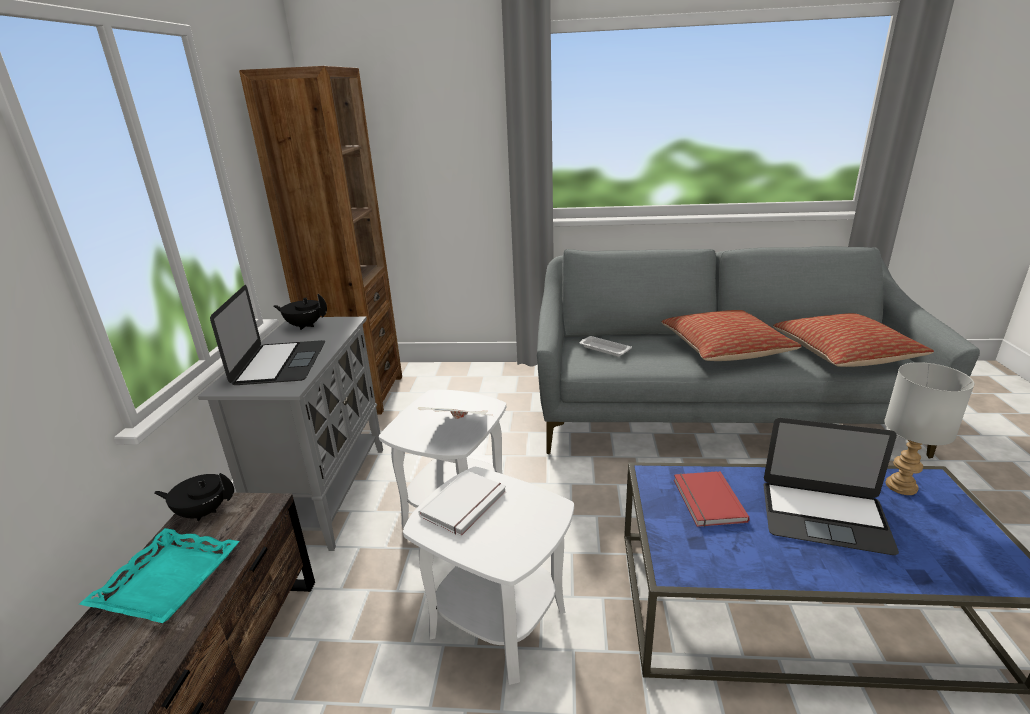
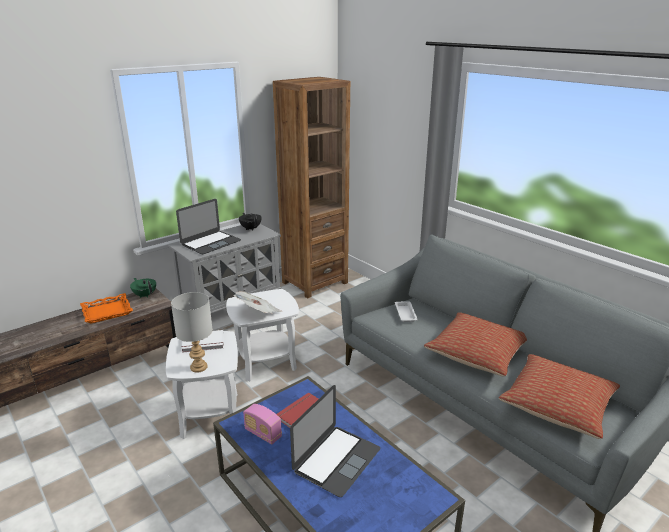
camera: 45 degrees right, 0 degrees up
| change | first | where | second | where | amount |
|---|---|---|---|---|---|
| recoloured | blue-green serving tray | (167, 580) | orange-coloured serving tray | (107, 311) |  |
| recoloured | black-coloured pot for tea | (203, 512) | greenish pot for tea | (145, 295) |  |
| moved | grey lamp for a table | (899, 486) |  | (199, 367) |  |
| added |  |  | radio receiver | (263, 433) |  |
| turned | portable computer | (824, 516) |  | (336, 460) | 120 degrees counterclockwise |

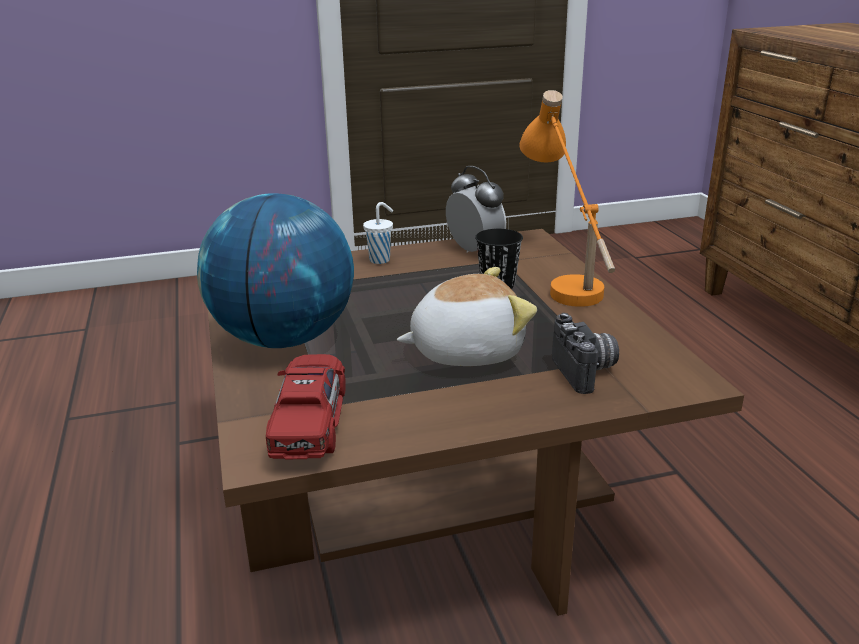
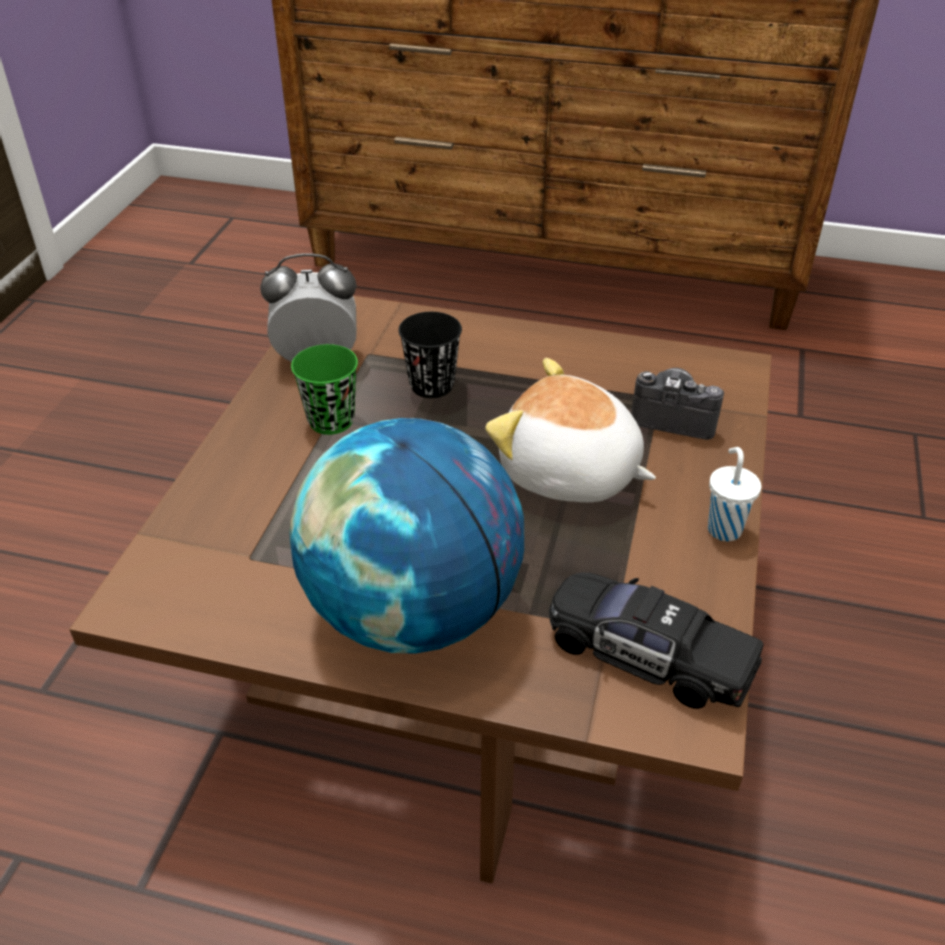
camera: 60 degrees left, 15 degrees up
| change | first | where | second | where | amount |
|---|---|---|---|---|---|
| added |  |  | greenish small cup | (331, 421) |  |
| turned | cuddly toy | (465, 350) |  | (569, 473) | 75 degrees counterclockwise |
| recoloured | red model car | (309, 424) | black-coloured model car | (647, 655) |  |
| moved | white small cup | (381, 260) |  | (723, 528) |  |
| removed | orange-coloured lamp for a table | (564, 279) |  |  |  |

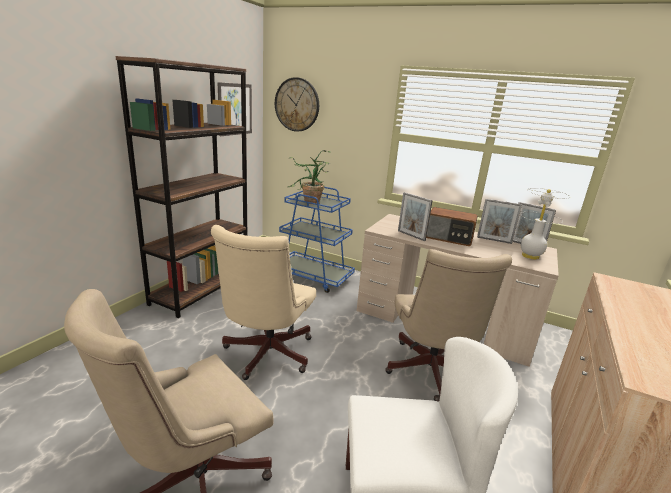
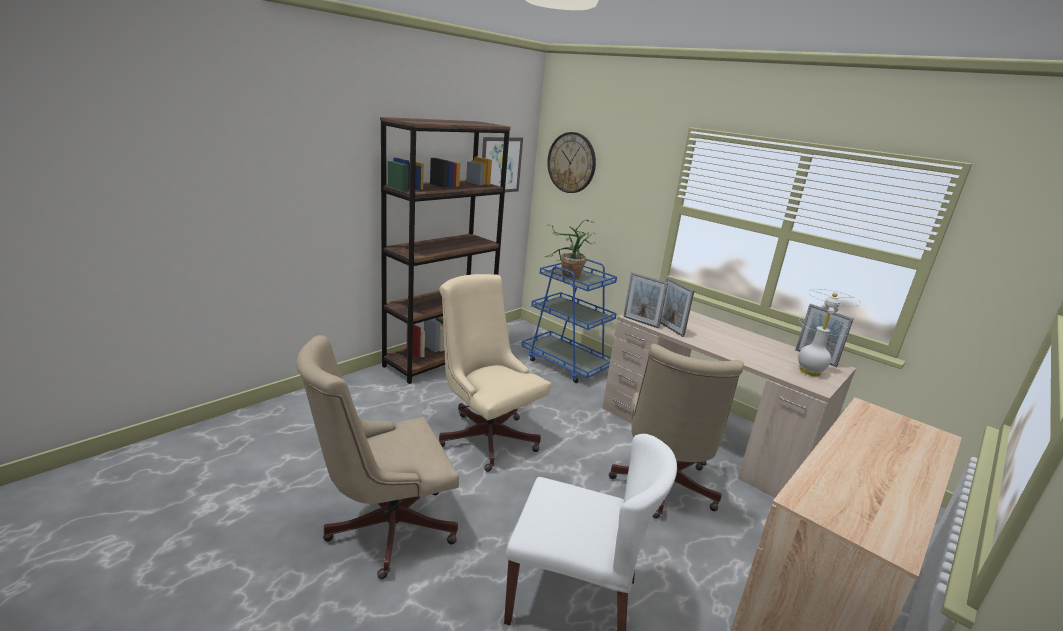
camera: 15 degrees right, 0 degrees up
| change | first | where | second | where | amount |
|---|---|---|---|---|---|
| turned | beige-coloured desk chair | (265, 355) |  | (485, 435) | 105 degrees clockwise |
| moved | picture frame | (494, 240) |  | (640, 322) |  |
| removed | radio receiver | (448, 238) |  |  |  |

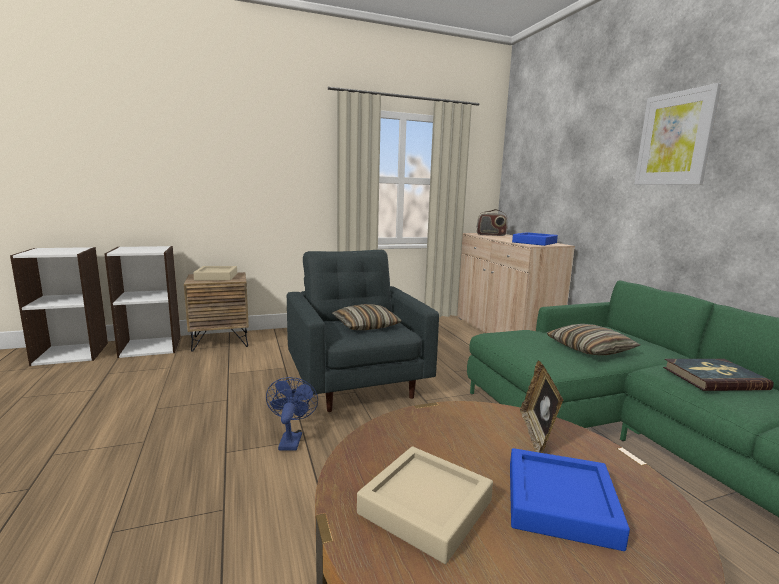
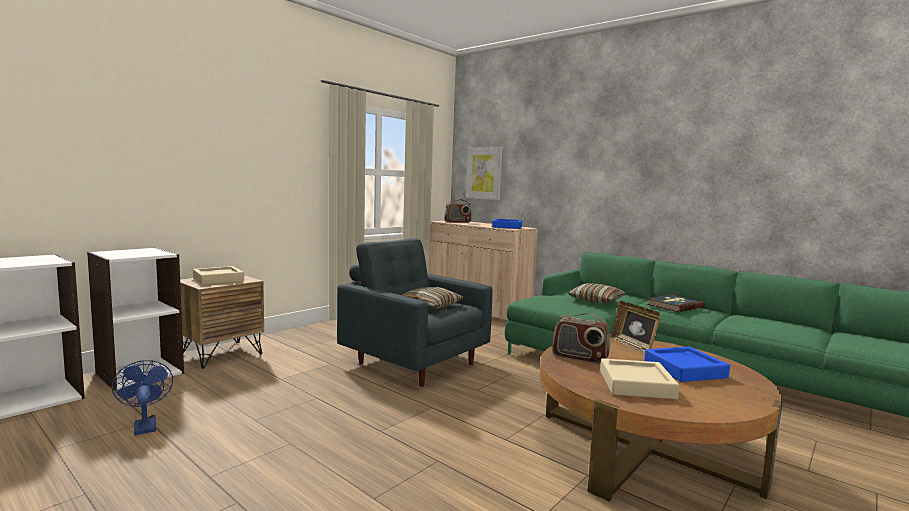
camera: 30 degrees left, 5 degrees down
| change | first | where | second | where | amount |
|---|---|---|---|---|---|
| moved | bluish fan | (291, 439) |  | (144, 425) |  |
| moved | picture | (675, 139) |  | (484, 173) |  |
| added |  |  | radio receiver | (579, 358) |  |

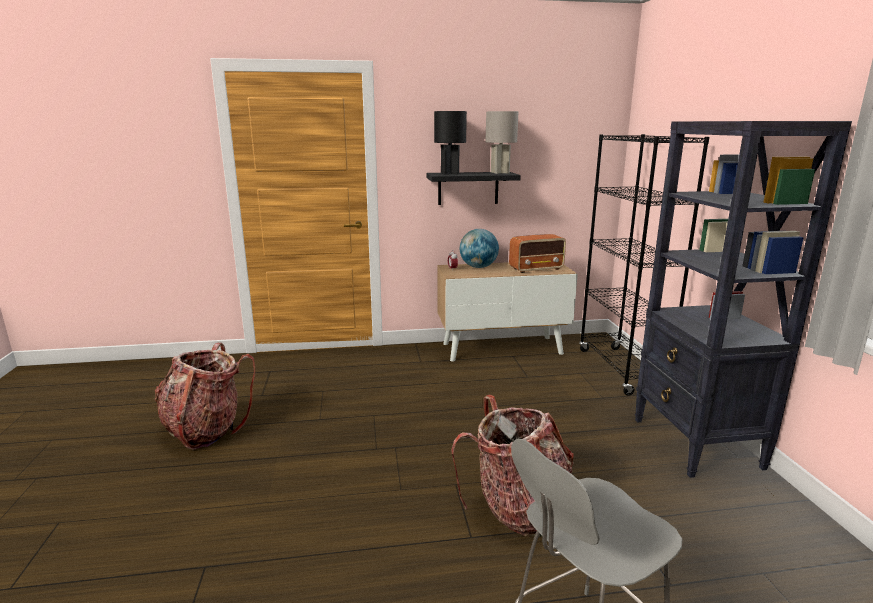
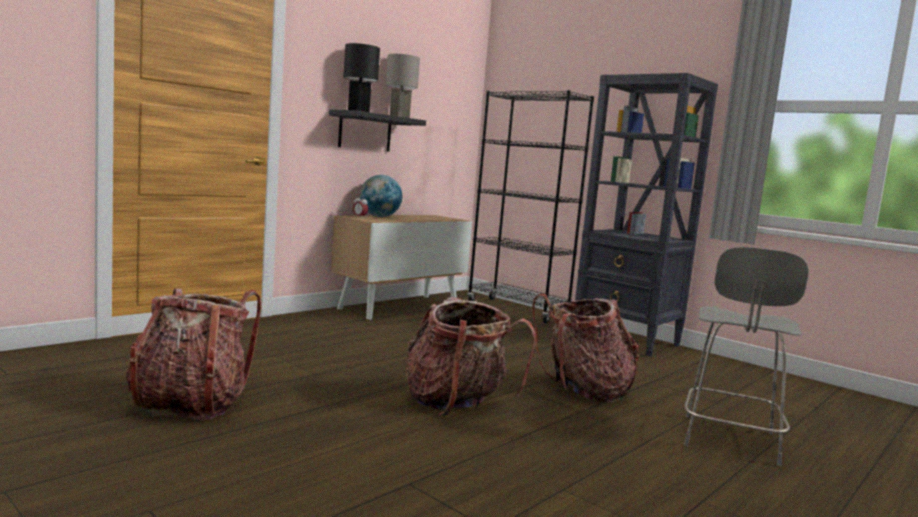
camera: 40 degrees left, 10 degrees down
| change | first | where | second | where | amount |
|---|---|---|---|---|---|
| added |  |  | backpack | (457, 404) |  |
| removed | radio receiver | (536, 269) |  |  |  |

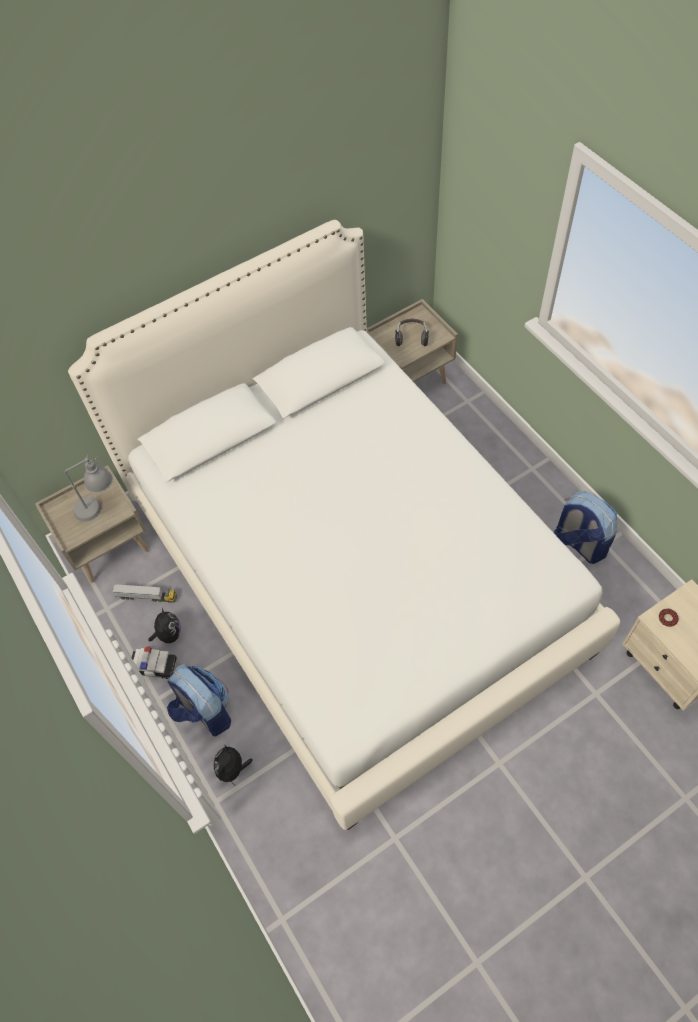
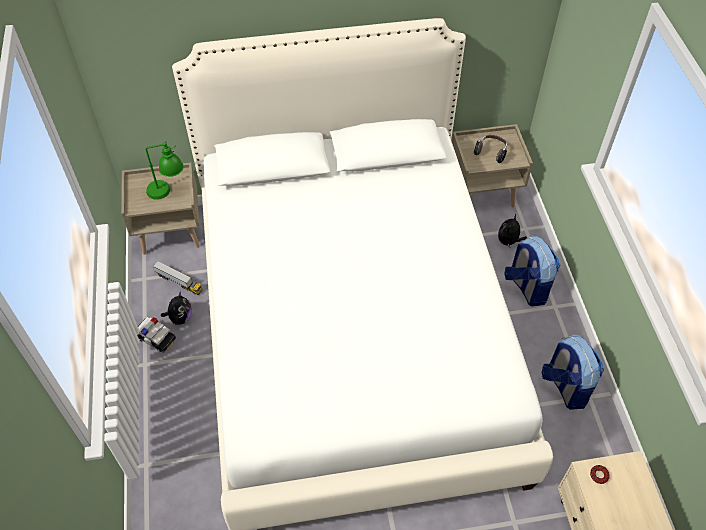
camera: 20 degrees right, 5 degrees down
| change | first | where | second | where | amount |
|---|---|---|---|---|---|
| recoloured | grey lamp for a table | (99, 506) | greenish lamp for a table | (168, 192) |  |
| moved | cuddly toy | (233, 769) |  | (508, 241) |  |
| moved | backpack | (204, 711) |  | (526, 287) |  |

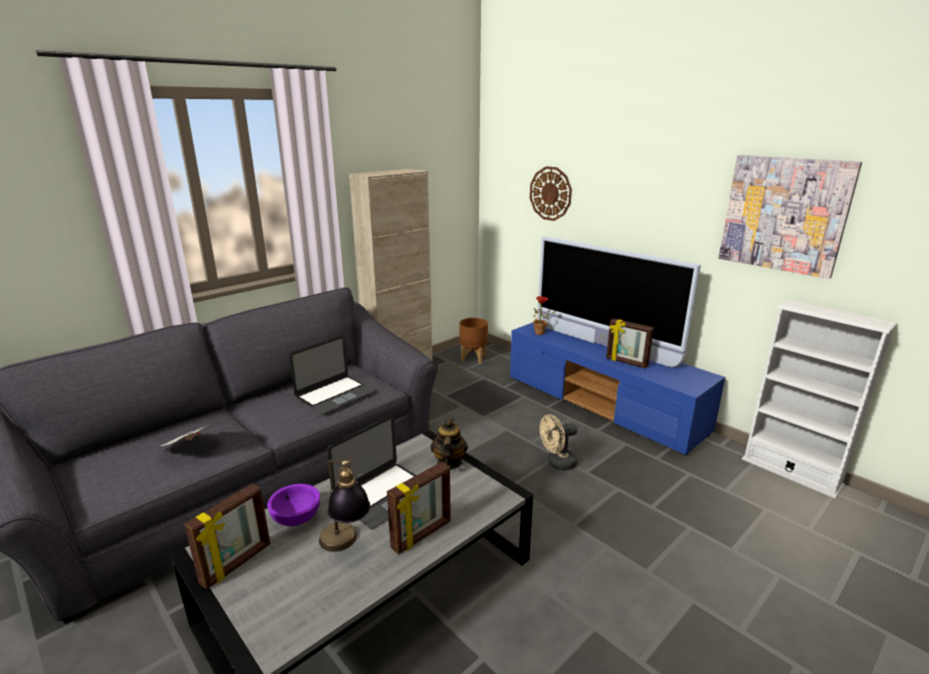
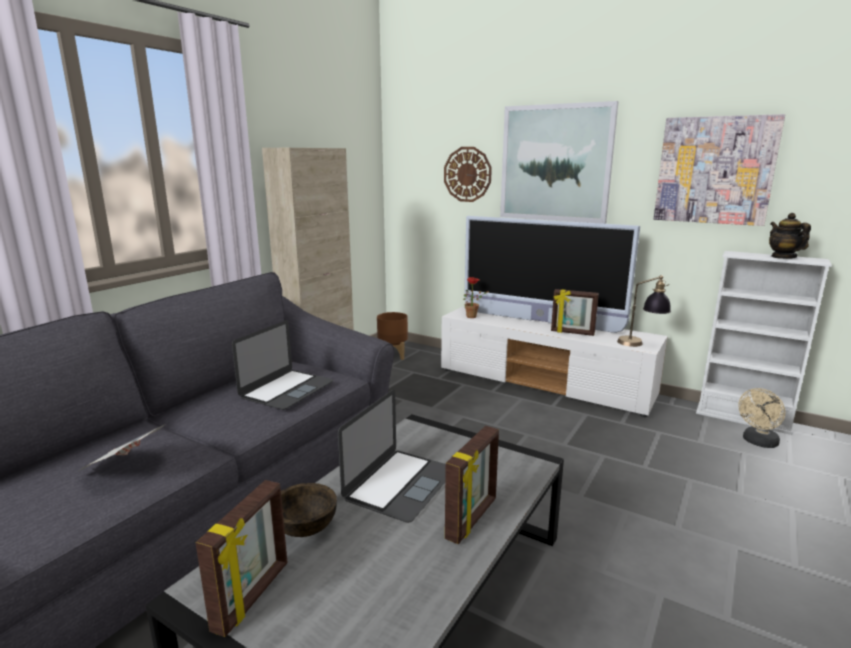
camera: 15 degrees left, 5 degrees down
| change | first | where | second | where | amount |
|---|---|---|---|---|---|
| recoloured | purple-coloured serving bowl | (296, 517) | brownish serving bowl | (305, 527) |  |
| recoloured | bluish media console | (603, 405) | white media console | (545, 383) |  |
| added |  |  | picture | (555, 163) |  |
| moved | lamp for a table | (346, 547) |  | (640, 344) |  |
| moved | beige-coloured fan | (557, 463) |  | (758, 442) |  |
| moved | pot for tea | (449, 462) |  | (783, 257) |  |

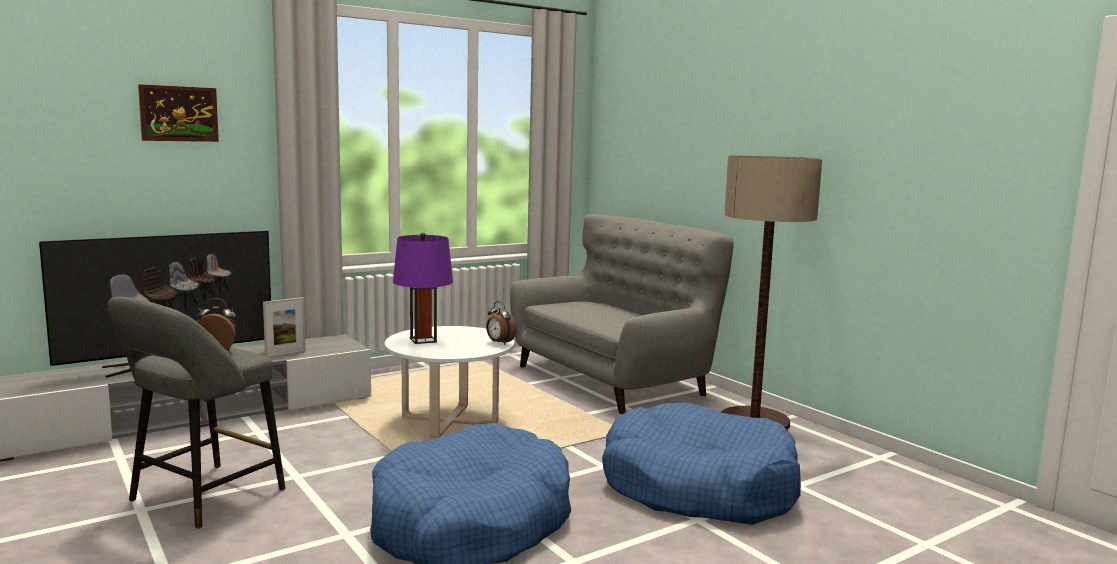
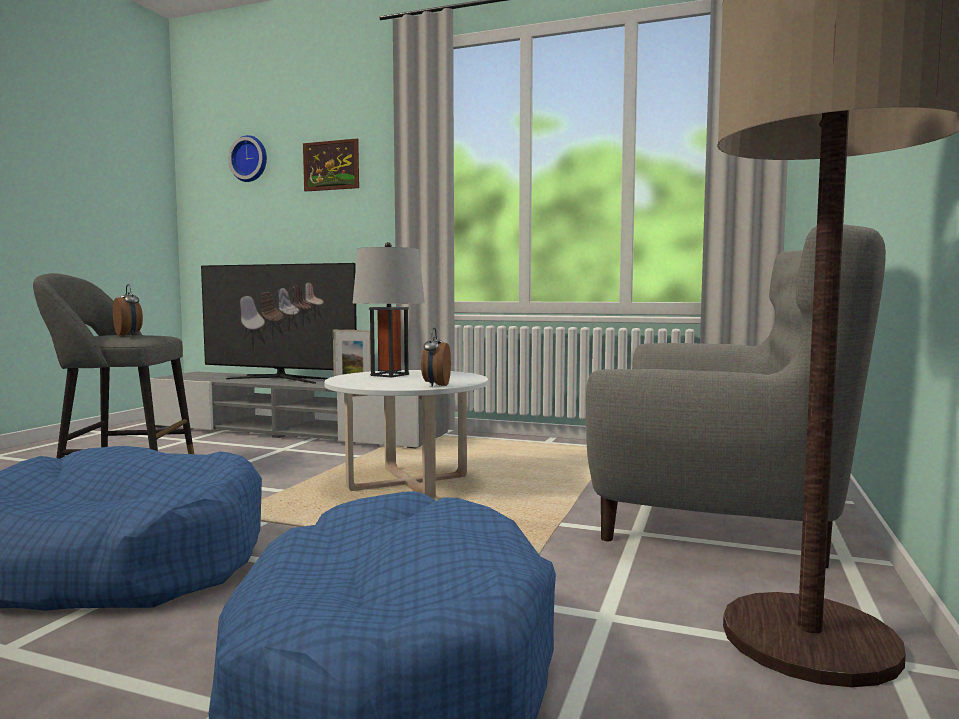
camera: 55 degrees right, 5 degrees down
| change | first | where | second | where | amount |
|---|---|---|---|---|---|
| added |  |  | wall clock | (250, 159) |  |
| recoloured | purple-coloured lamp for a table | (423, 340) | grey lamp for a table | (389, 375) |  |

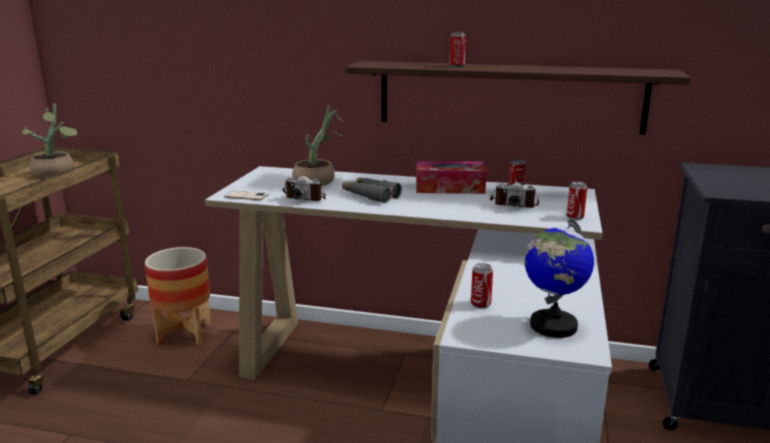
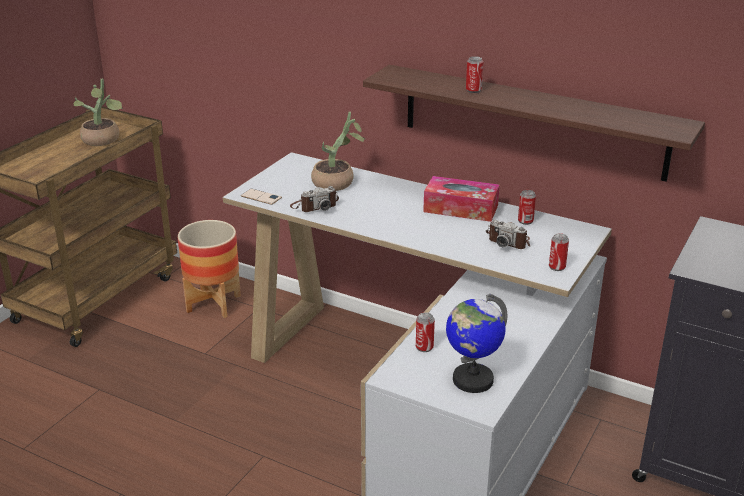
camera: 15 degrees right, 10 degrees up
| change | first | where | second | where | amount |
|---|---|---|---|---|---|
| turned | photo camera | (306, 197) |  | (314, 206) | 60 degrees counterclockwise |
| removed | grey pair of binoculars | (370, 195) |  |  |  |

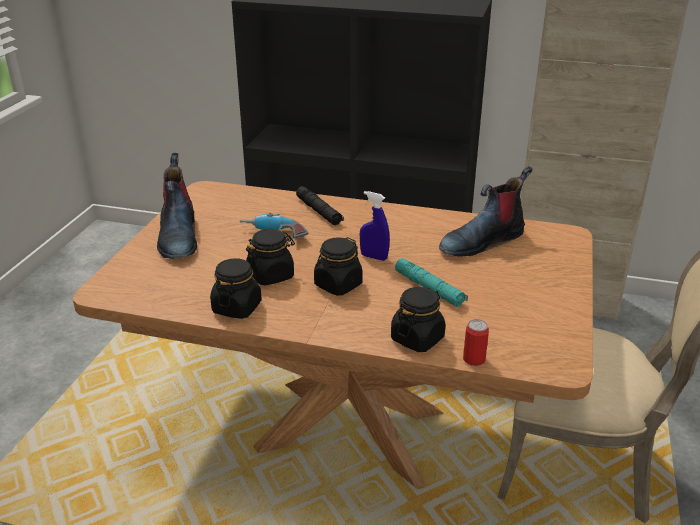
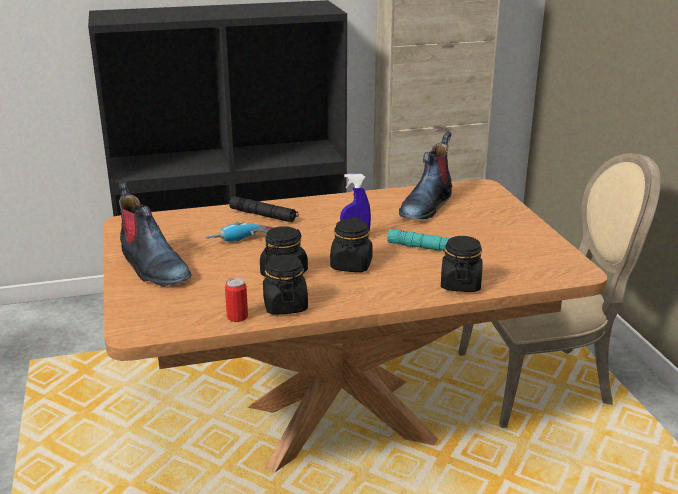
camera: 30 degrees left, 5 degrees down
| change | first | where | second | where | amount |
|---|---|---|---|---|---|
| moved | metal can | (474, 359) |  | (237, 317) |  |

